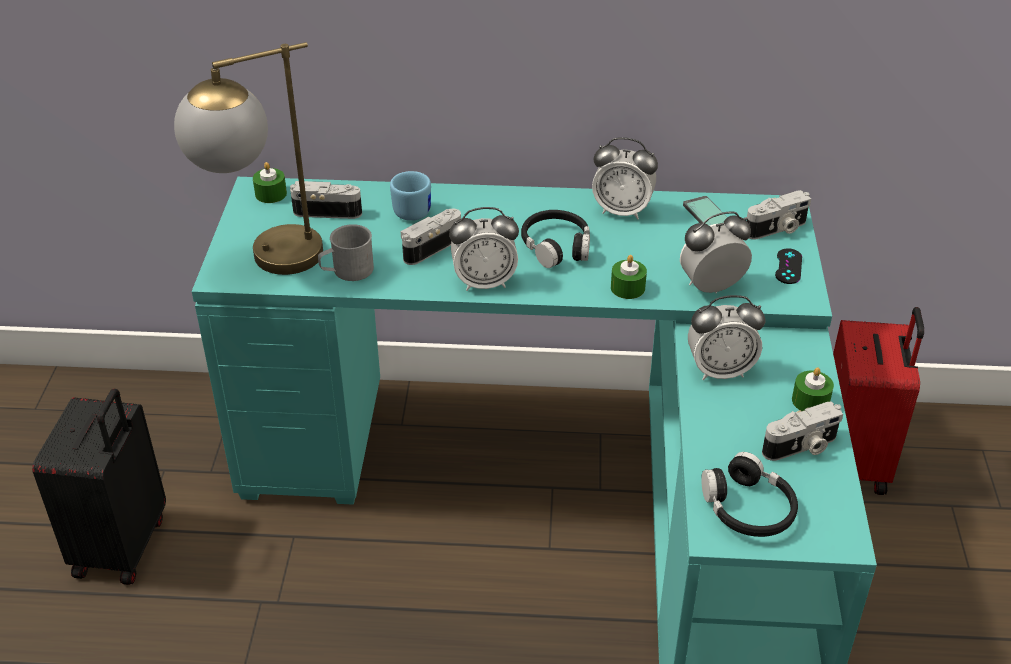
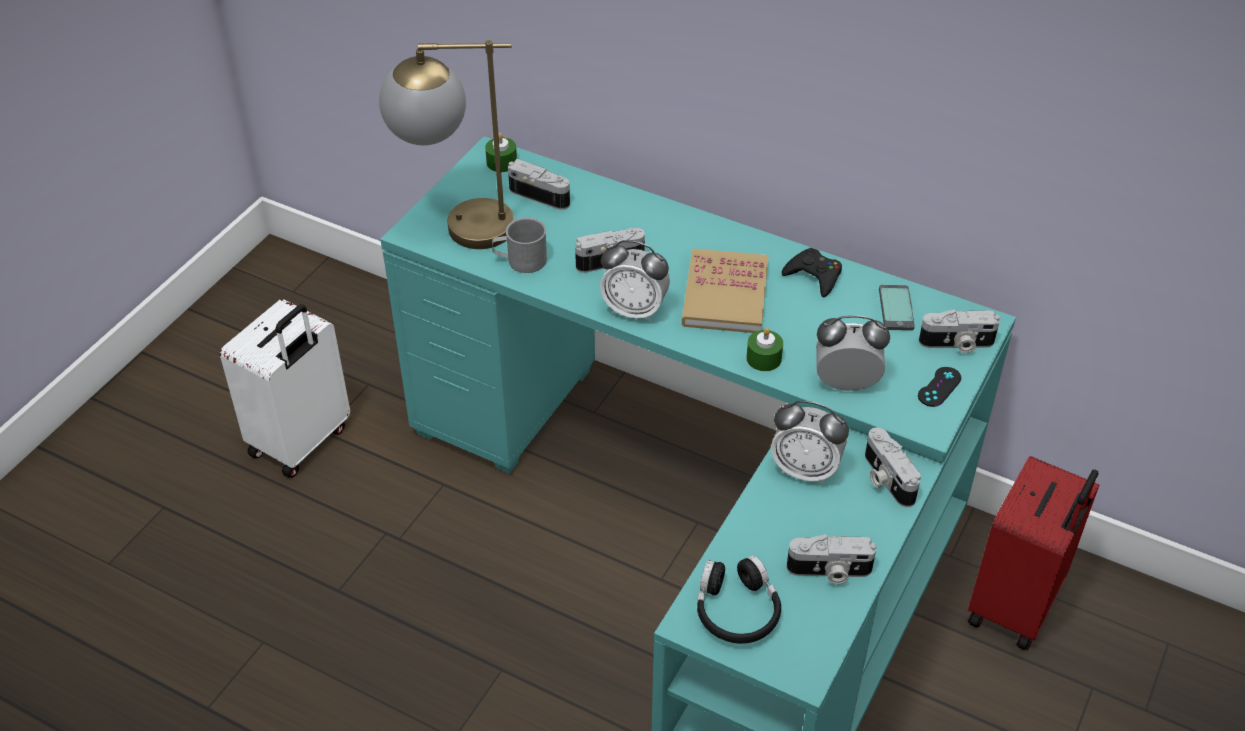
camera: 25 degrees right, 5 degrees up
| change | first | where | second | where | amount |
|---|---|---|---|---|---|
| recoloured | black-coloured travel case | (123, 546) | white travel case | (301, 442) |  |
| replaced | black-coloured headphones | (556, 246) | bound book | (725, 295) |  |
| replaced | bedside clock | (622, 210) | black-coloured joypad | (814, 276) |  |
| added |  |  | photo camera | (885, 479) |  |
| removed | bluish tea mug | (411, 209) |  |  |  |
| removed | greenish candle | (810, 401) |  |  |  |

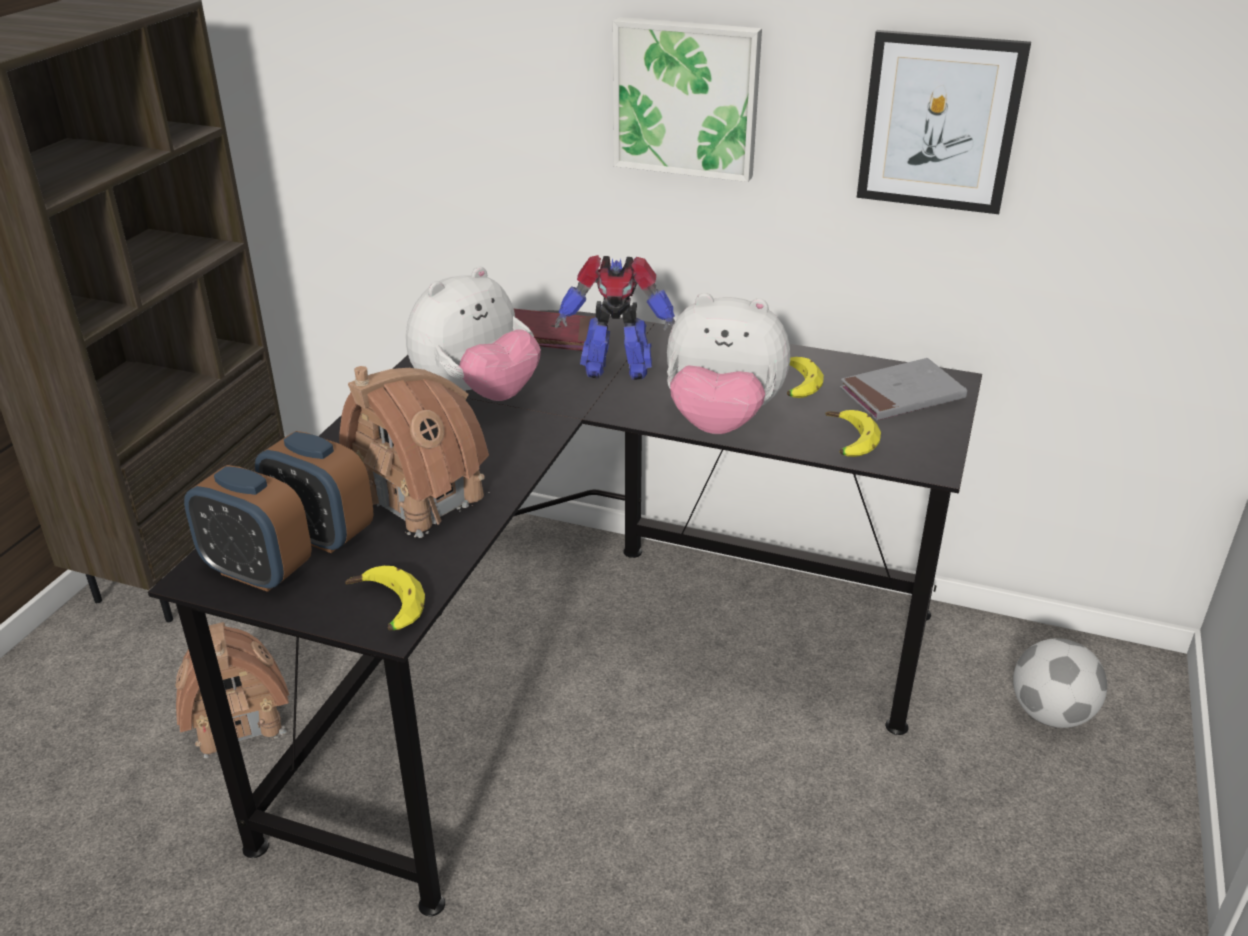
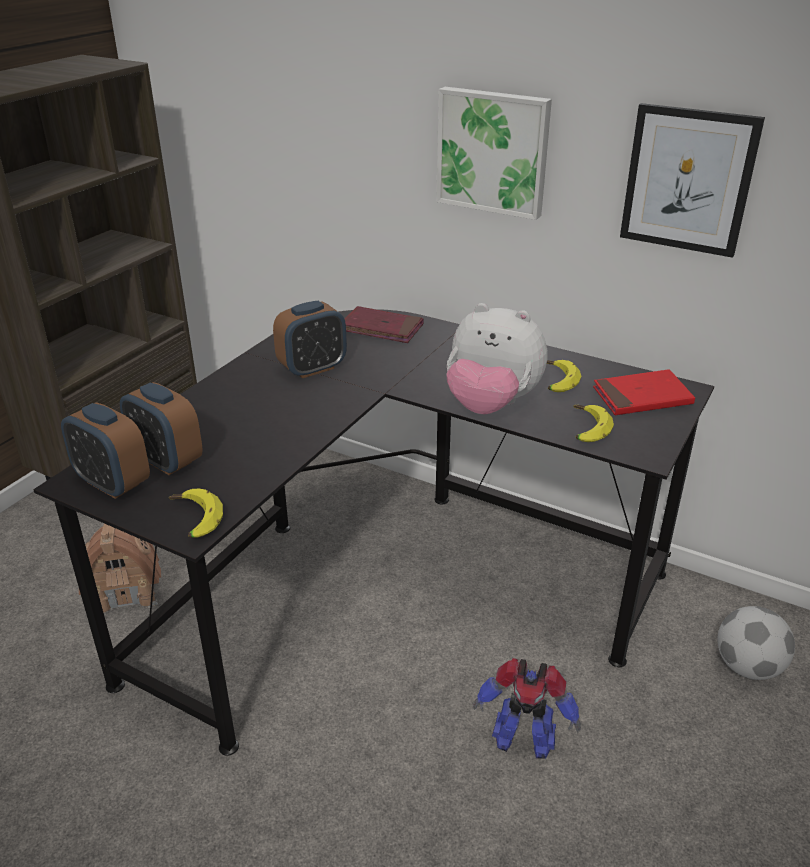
camera: 10 degrees right, 0 degrees up
| change | first | where | second | where | amount |
|---|---|---|---|---|---|
| replaced | cuddly toy | (477, 395) | bedside clock | (312, 368) |  |
| moved | robot figure | (615, 369) |  | (522, 739) |  |
| recoloured | grey bound book | (901, 395) | red bound book | (642, 397) |  |
| removed | model house | (422, 498) |  |  |  |

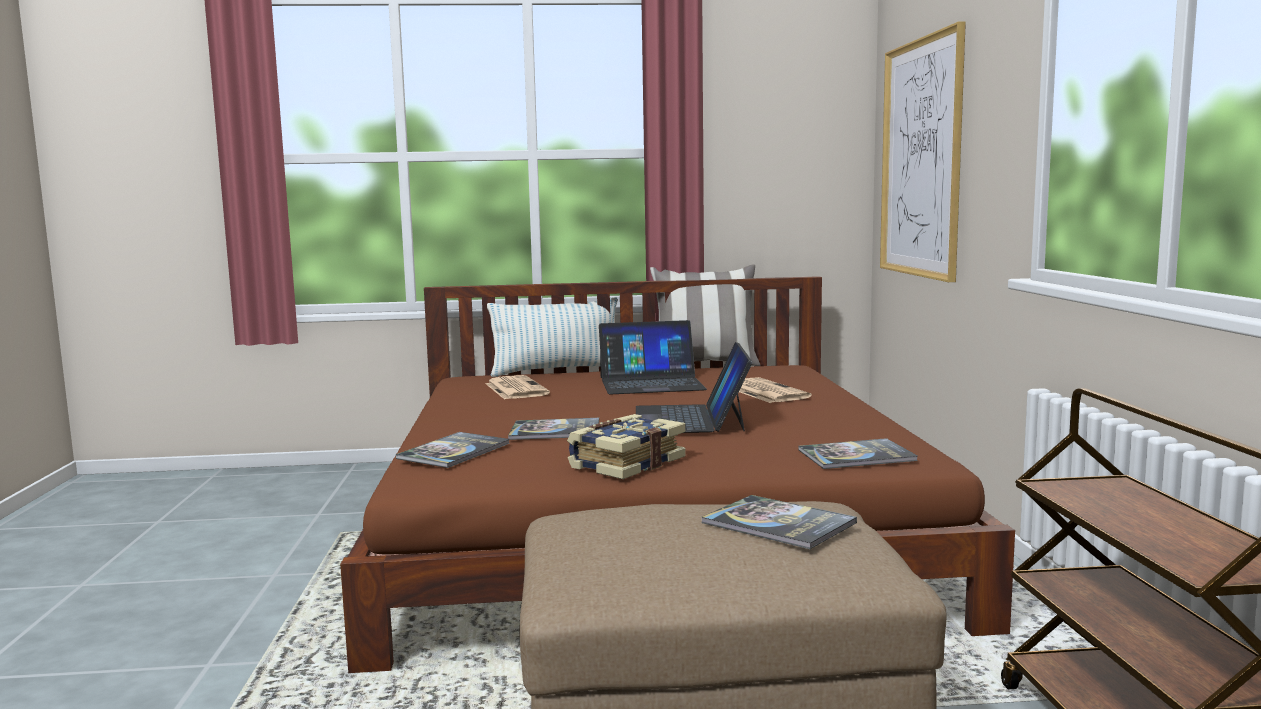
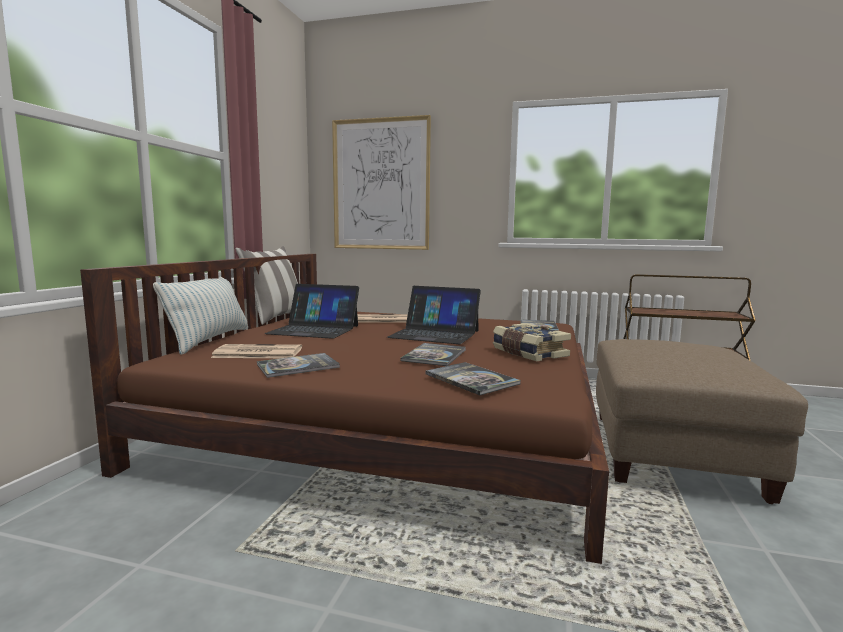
camera: 70 degrees left, 0 degrees up
| change | first | where | second | where | amount |
|---|---|---|---|---|---|
| moved | bound book | (778, 524) |  | (298, 366) |  |
| turned | portable computer | (651, 383) |  | (314, 330) | 90 degrees clockwise |

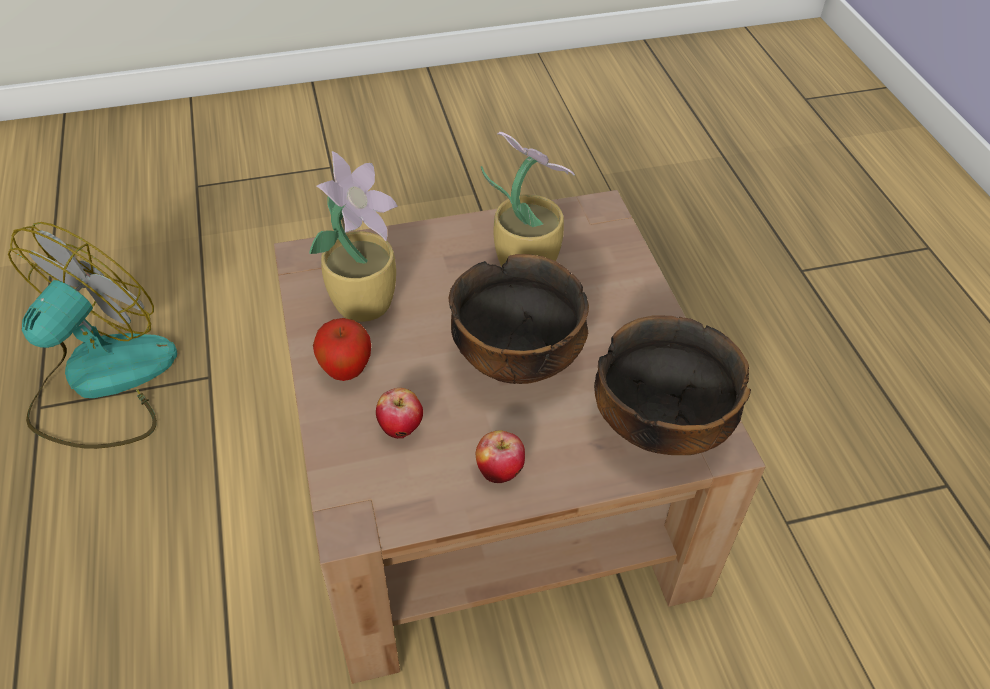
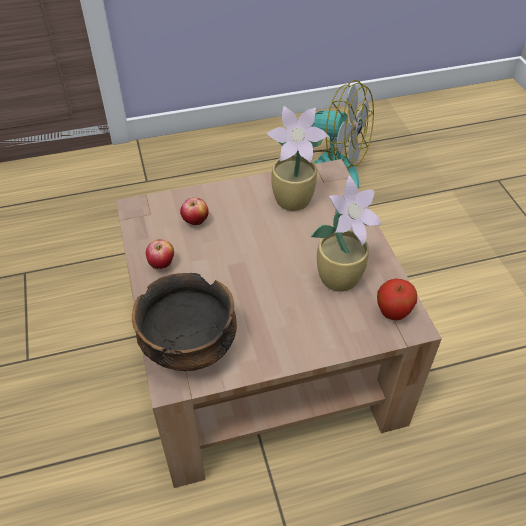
camera: 90 degrees right, 0 degrees up
| change | first | where | second | where | amount |
|---|---|---|---|---|---|
| moved | apple | (346, 371) |  | (392, 313) |  |
| removed | serving bowl | (518, 359) |  |  |  |

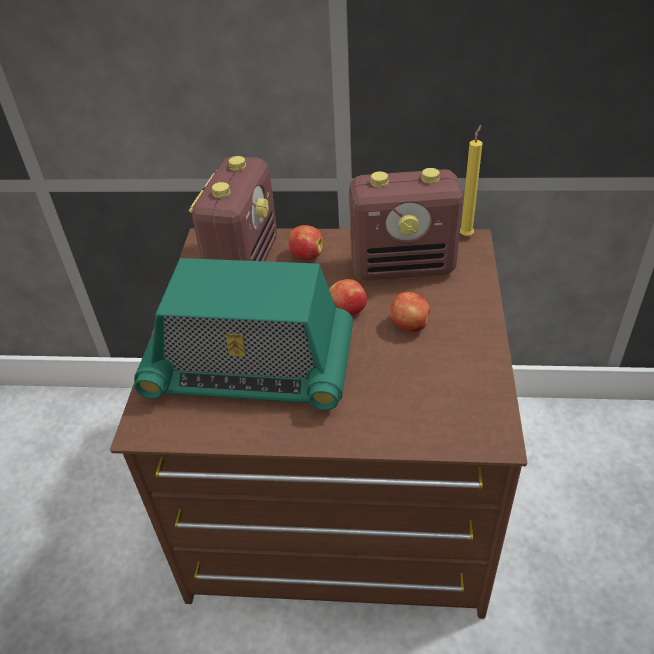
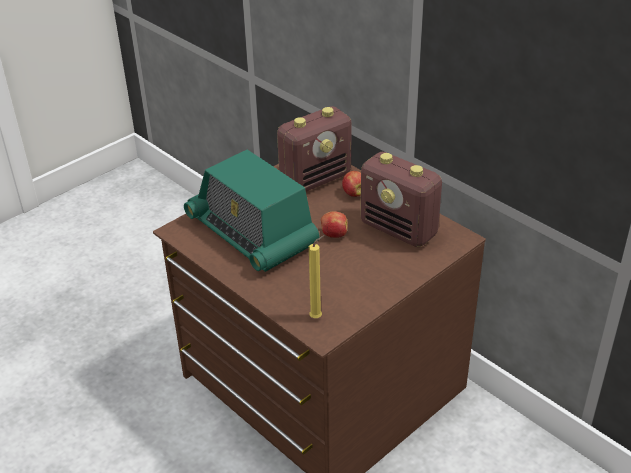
camera: 40 degrees right, 5 degrees down
| change | first | where | second | where | amount |
|---|---|---|---|---|---|
| moved | yellow candle | (467, 235) |  | (317, 317) |  |
| removed | apple | (410, 326) |  |  |  |

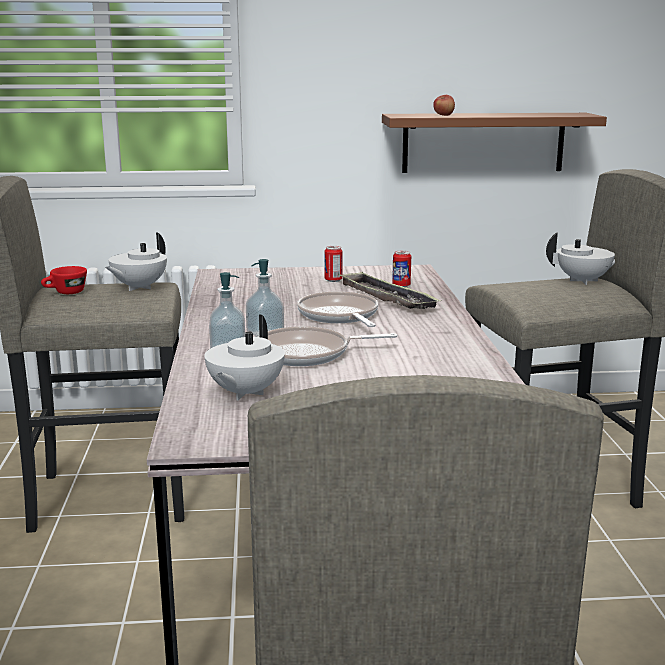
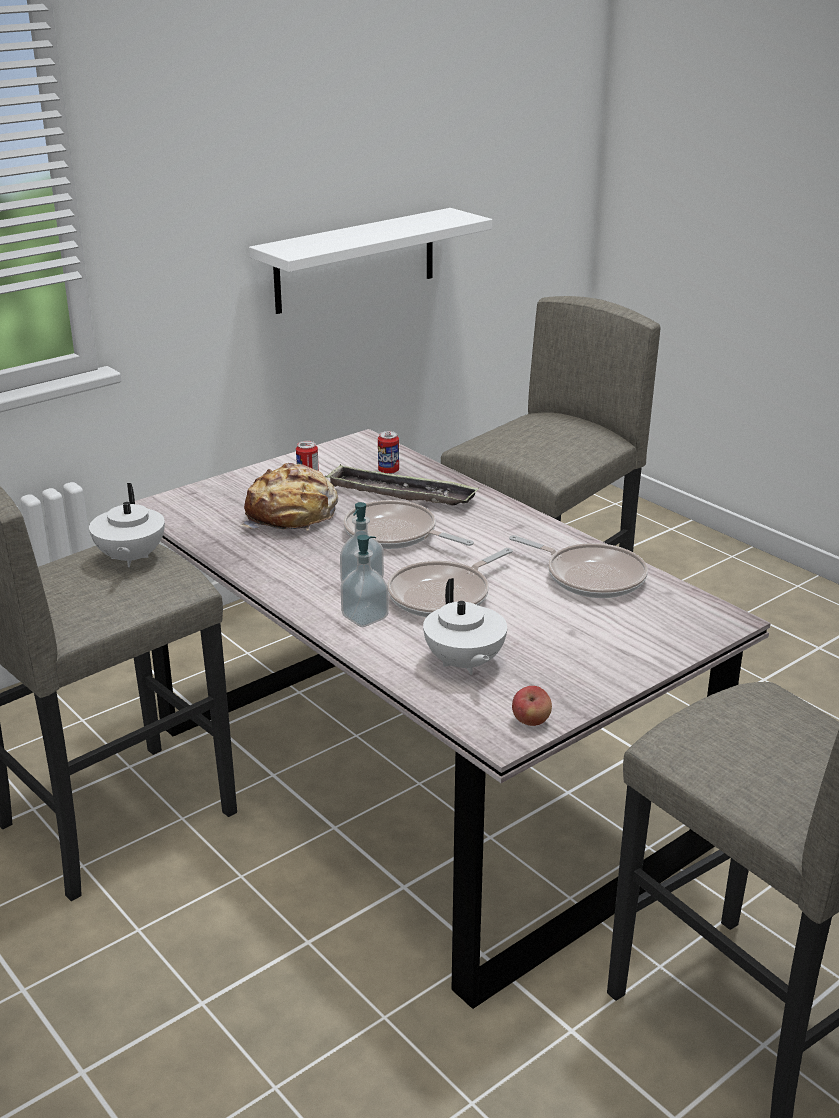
camera: 35 degrees left, 10 degrees up
| change | first | where | second | where | amount |
|---|---|---|---|---|---|
| added |  |  | bakery bread | (291, 516) |  |
| recoloured | brownish bracket shelf | (483, 142) | white bracket shelf | (355, 260) |  |
| added |  |  | pan | (590, 576) |  |
| moved | apple | (444, 115) |  | (531, 721) |  |
| removed | red small cup | (65, 293) |  |  |  |
| removed | white pot for tea | (584, 281) |  |  |  |

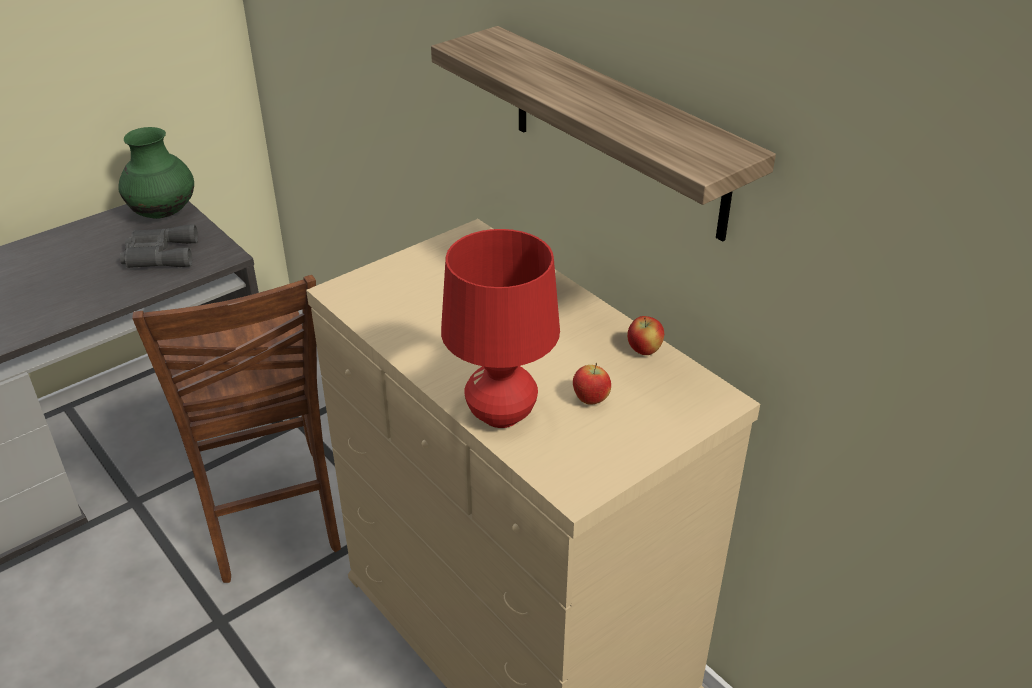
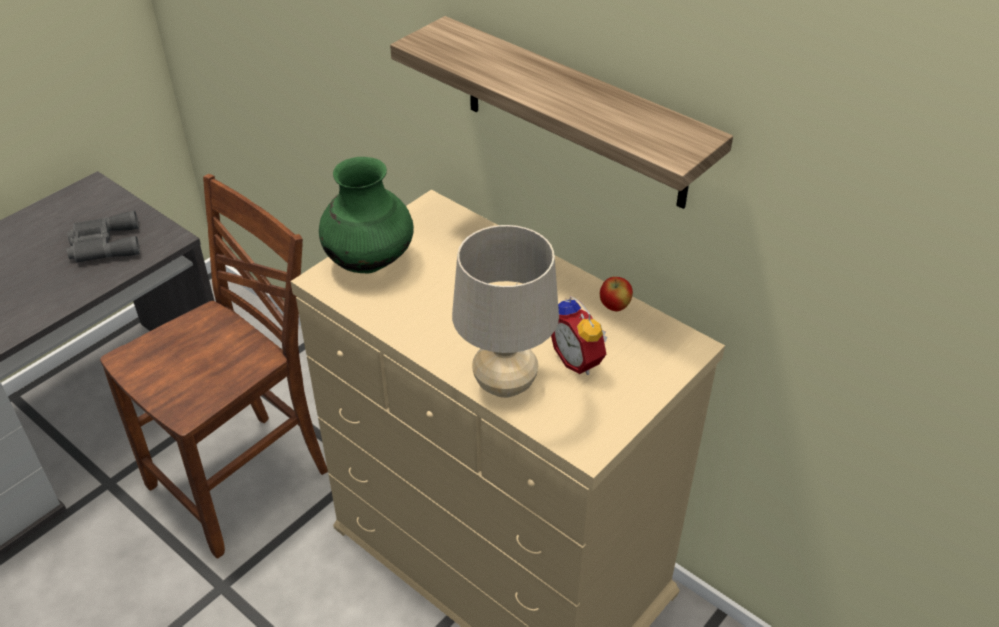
camera: 10 degrees left, 5 degrees up
| change | first | where | second | where | amount |
|---|---|---|---|---|---|
| turned | brownish plain chair | (269, 516) |  | (244, 479) | 105 degrees counterclockwise |
| moved | greenish flower vase | (163, 213) |  | (370, 262) |  |
| recoloured | red lamp for a table | (501, 415) | beige-coloured lamp for a table | (505, 385) |  |
| replaced | apple | (590, 400) | bedside clock | (579, 360) |  |

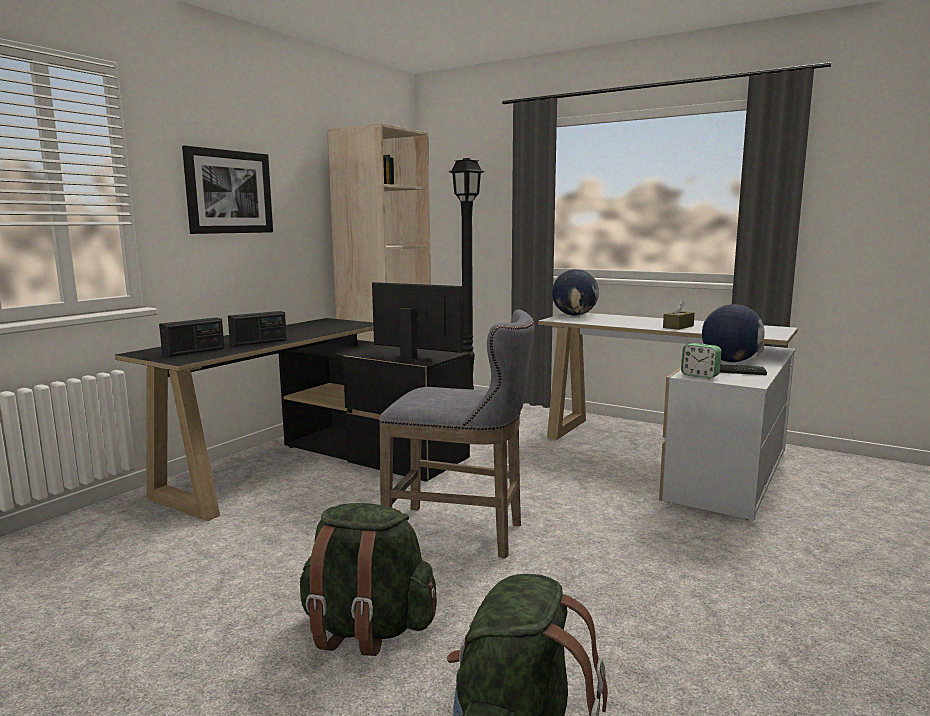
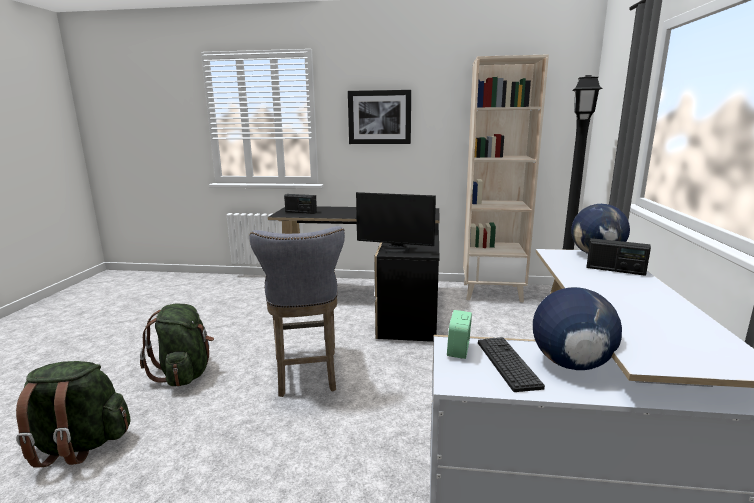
camera: 65 degrees right, 5 degrees up
| change | first | where | second | where | amount |
|---|---|---|---|---|---|
| turned | computer display | (415, 359) |  | (395, 249) | 105 degrees clockwise |
| moved | radio receiver | (258, 342) |  | (615, 270) |  |
| removed | brownish box of tissues | (678, 327) |  |  |  |

